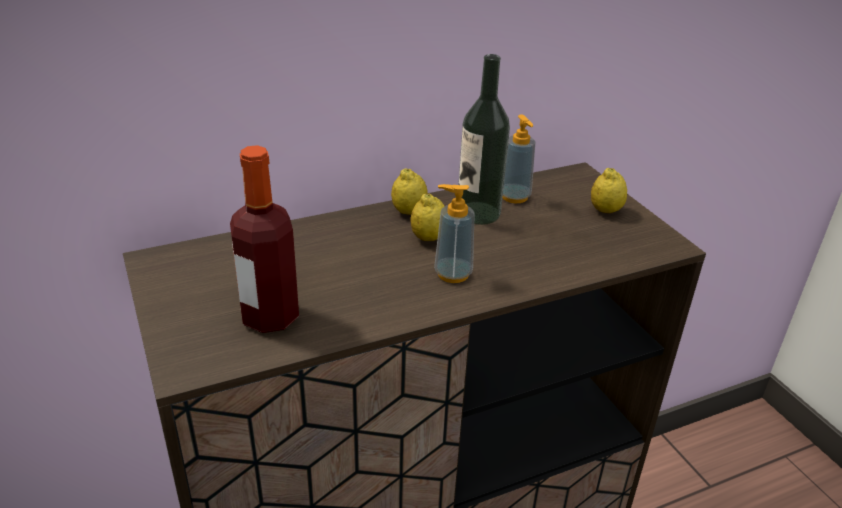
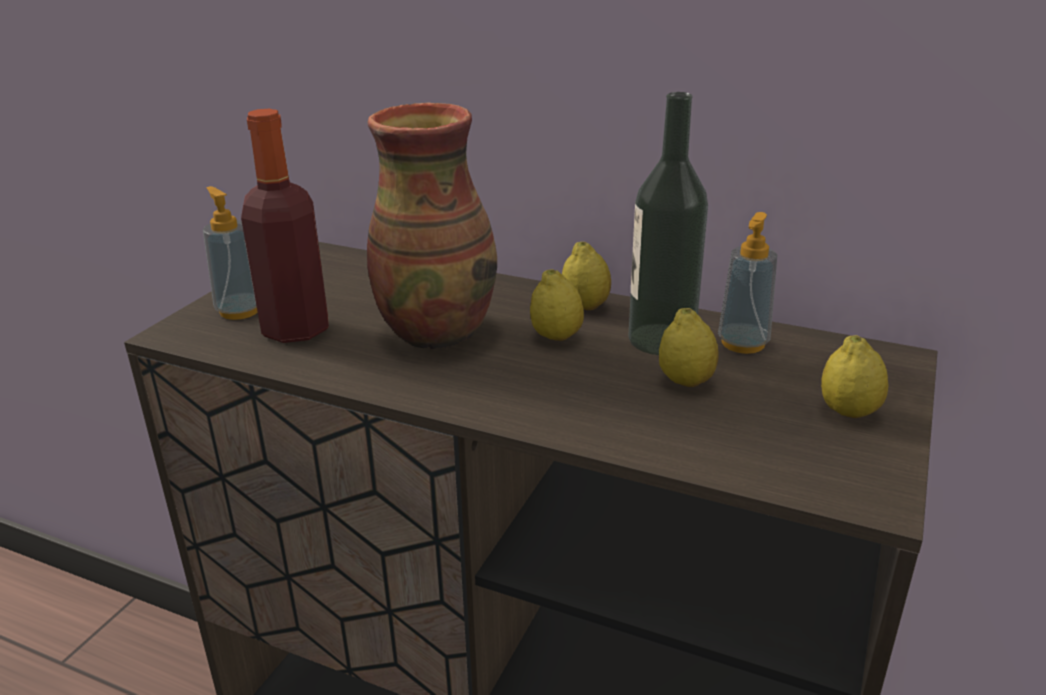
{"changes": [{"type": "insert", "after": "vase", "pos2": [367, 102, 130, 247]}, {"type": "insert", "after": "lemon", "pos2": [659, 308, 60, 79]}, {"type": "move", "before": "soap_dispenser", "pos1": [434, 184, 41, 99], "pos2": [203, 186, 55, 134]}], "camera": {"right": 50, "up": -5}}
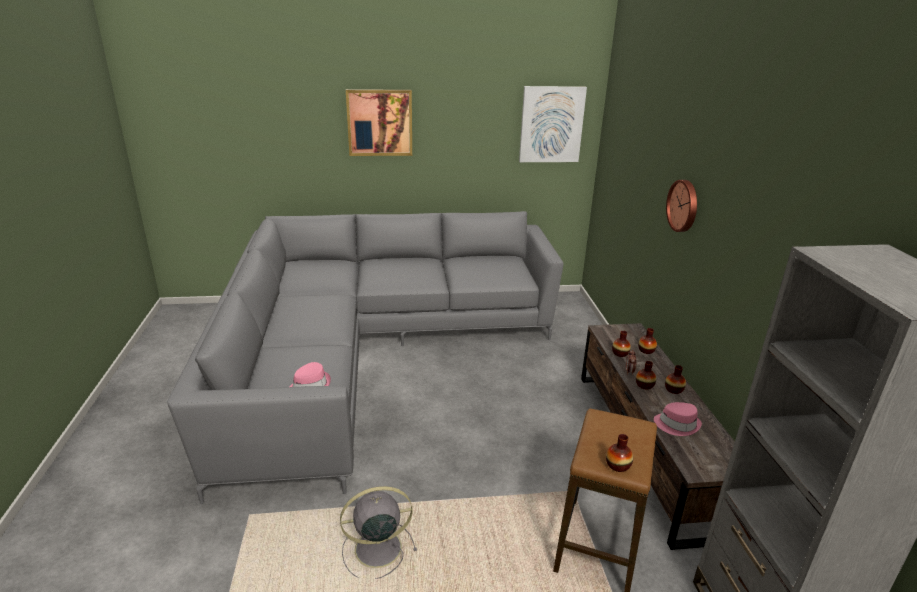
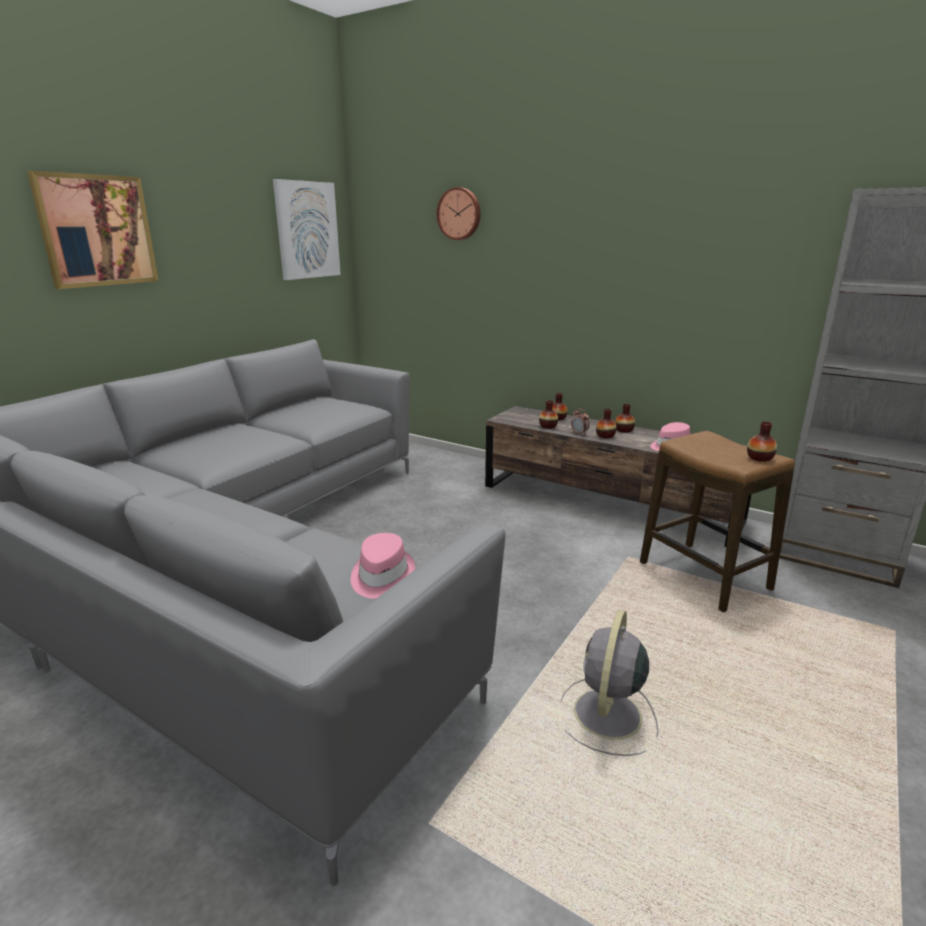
{"changes": [{"type": "move", "before": "wall_clock", "pos1": [666, 180, 31, 52], "pos2": [437, 187, 44, 53]}], "camera": {"right": -50, "up": -5}}
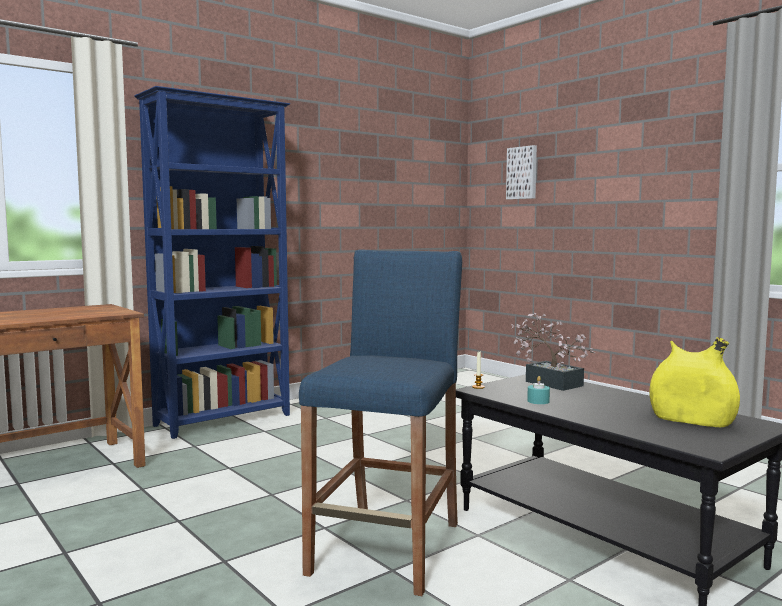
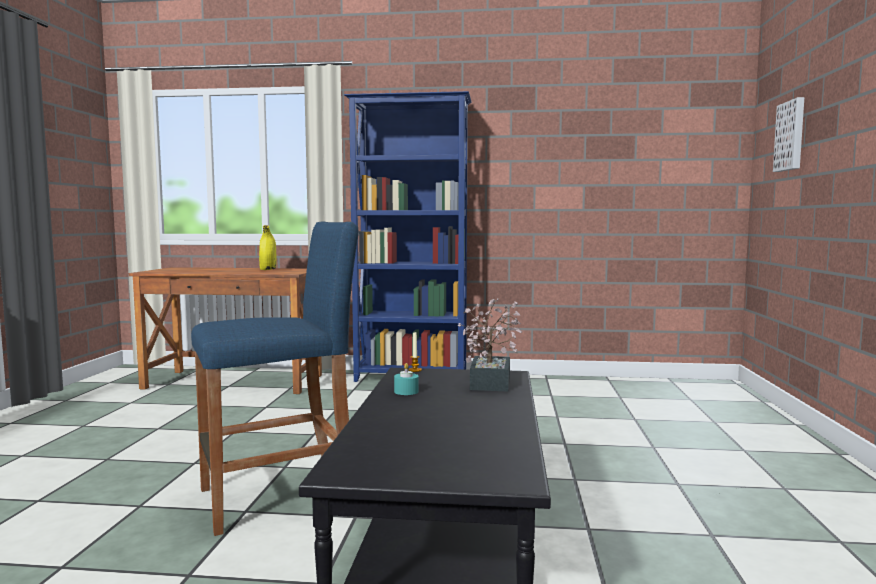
{"changes": [{"type": "move", "before": "yellow_vase", "pos1": [649, 337, 91, 90], "pos2": [259, 225, 17, 45]}], "camera": {"right": 45, "up": 0}}
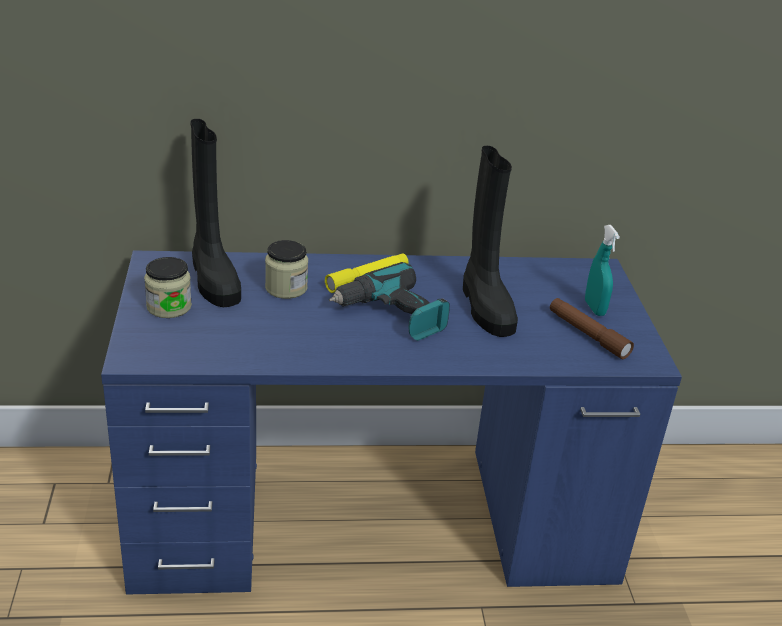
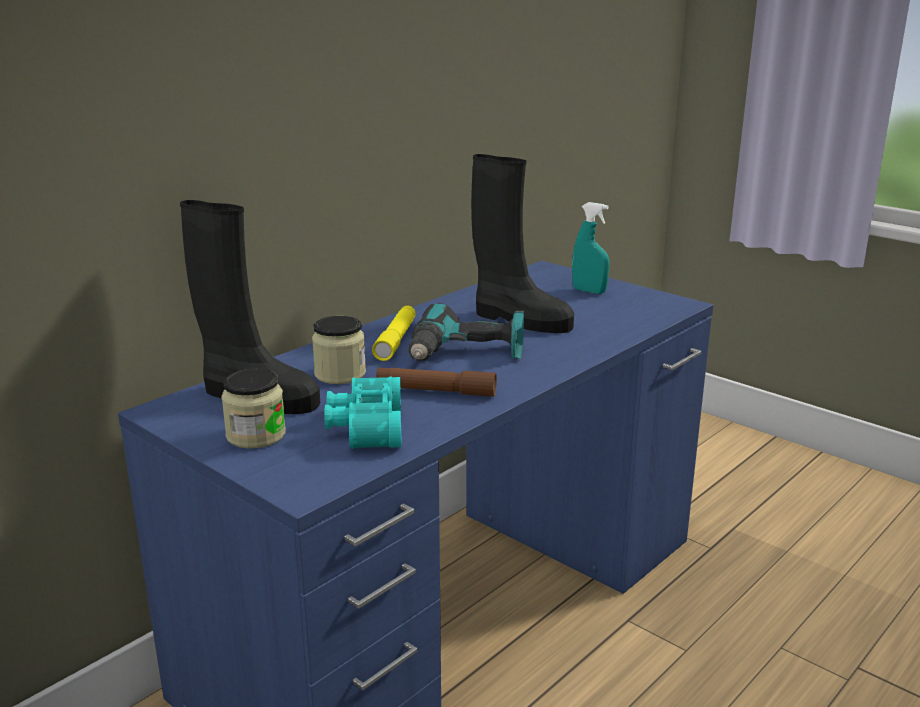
{"changes": [{"type": "insert", "after": "turquoise_binoculars", "pos2": [324, 376, 78, 73]}, {"type": "move", "before": "brown_flashlight", "pos1": [550, 298, 84, 61], "pos2": [376, 368, 121, 29]}], "camera": {"right": -40, "up": -10}}
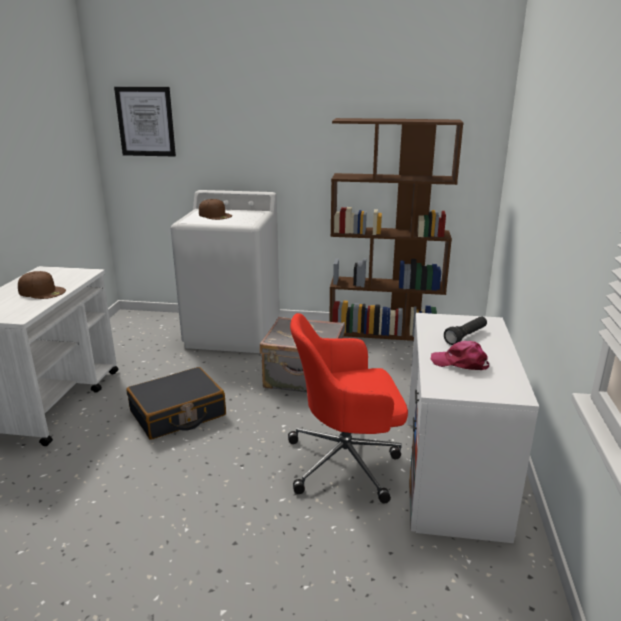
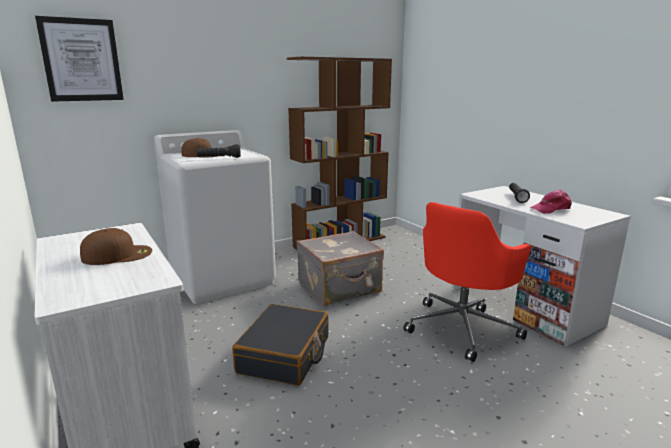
{"changes": [{"type": "insert", "after": "black_flashlight", "pos2": [197, 144, 44, 14]}], "camera": {"right": -40, "up": -5}}
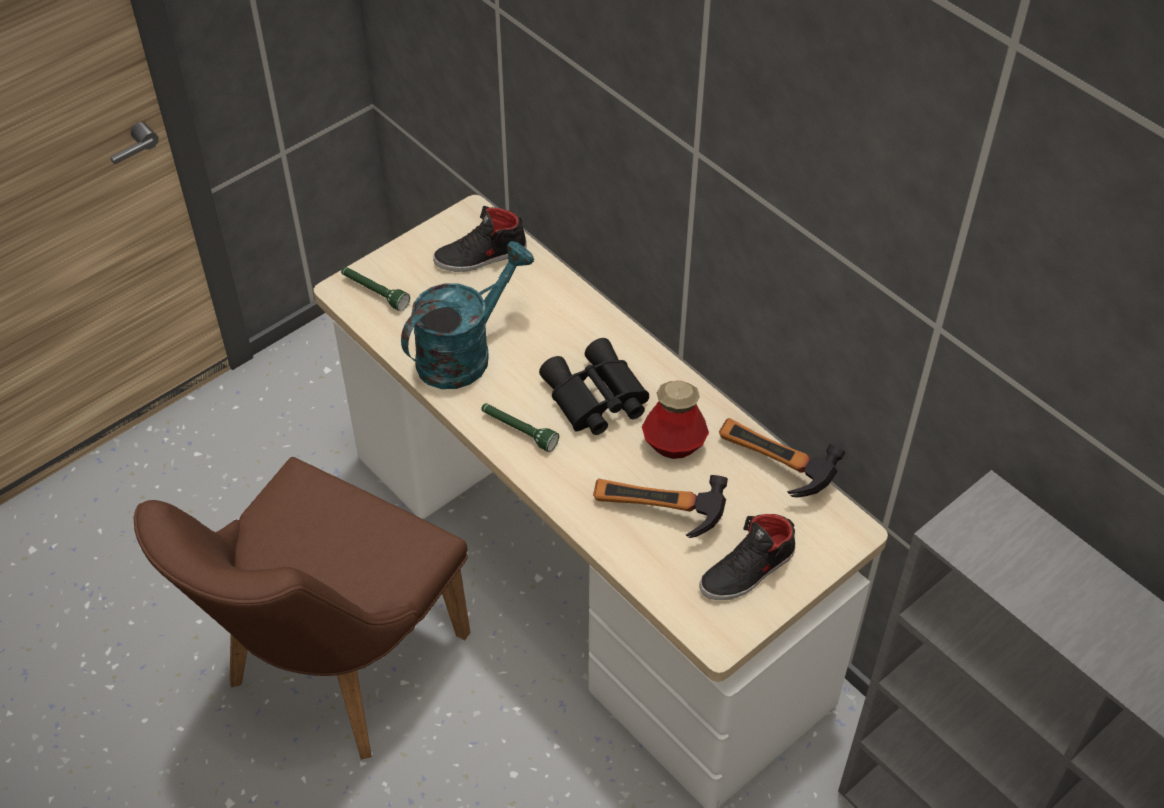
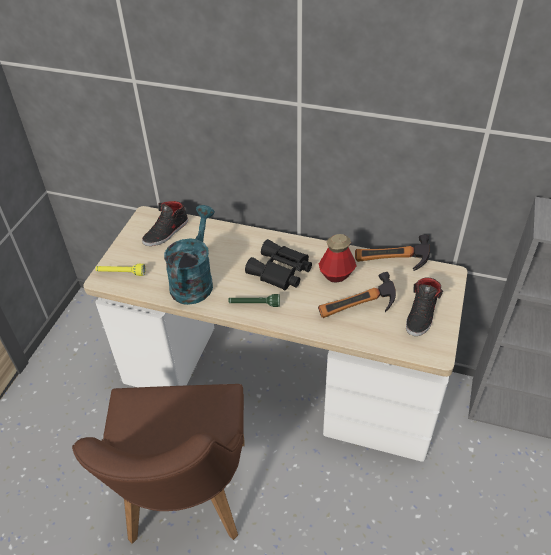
{"changes": [{"type": "recolor", "before": "green_flashlight", "after": "yellow_flashlight", "pos1": [341, 267, 69, 44], "pos2": [96, 264, 49, 12]}], "camera": {"right": -30, "up": -5}}
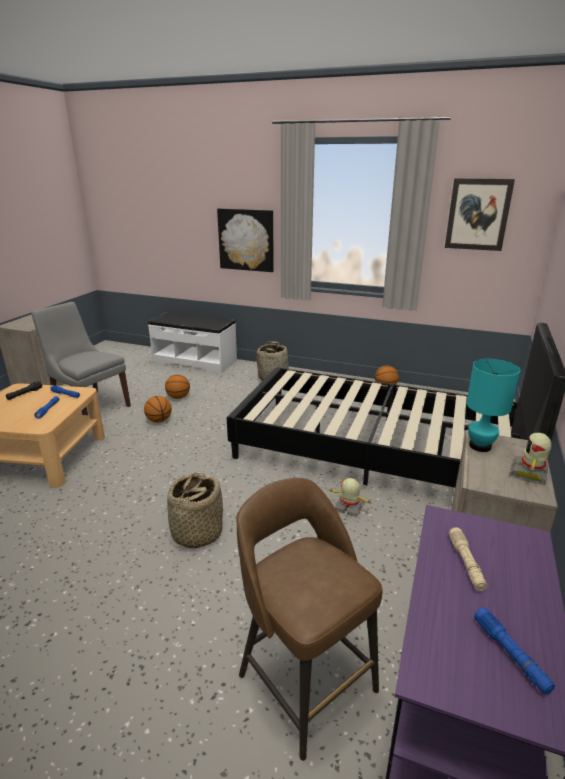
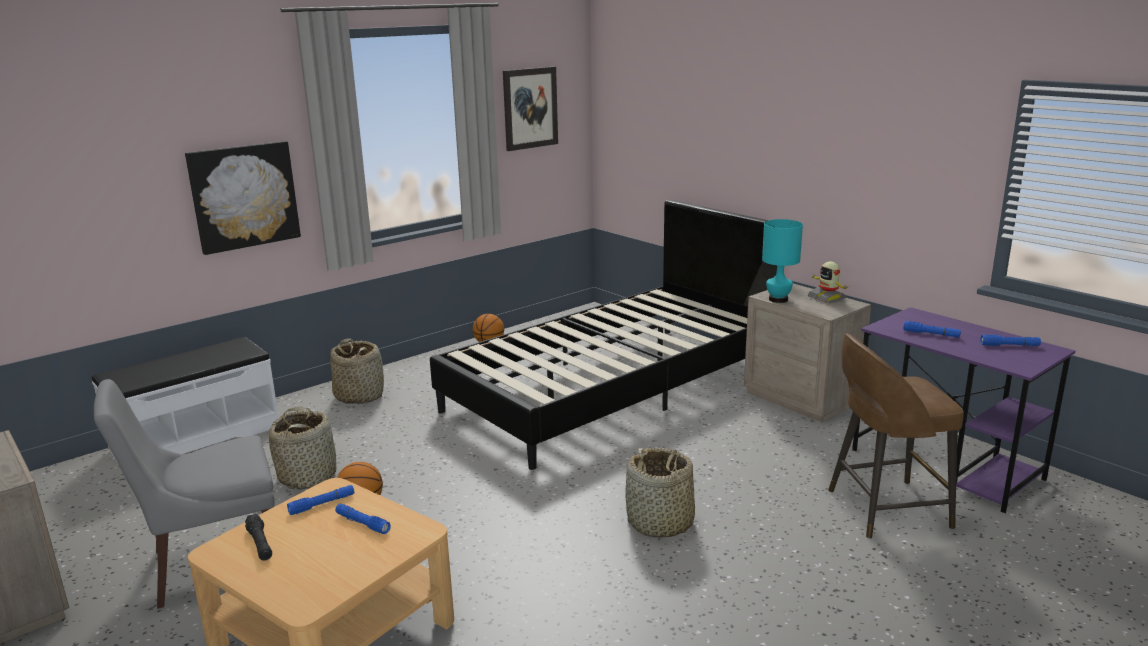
{"changes": [{"type": "delete", "before": "toy_robot", "pos1": [329, 478, 42, 39]}, {"type": "replace", "before": "basketball", "after": "basket", "pos1": [165, 374, 25, 25], "pos2": [269, 407, 68, 82]}, {"type": "recolor", "before": "beige_flashlight", "after": "blue_flashlight", "pos1": [449, 527, 38, 64], "pos2": [903, 321, 58, 17]}], "camera": {"right": -60, "up": -5}}
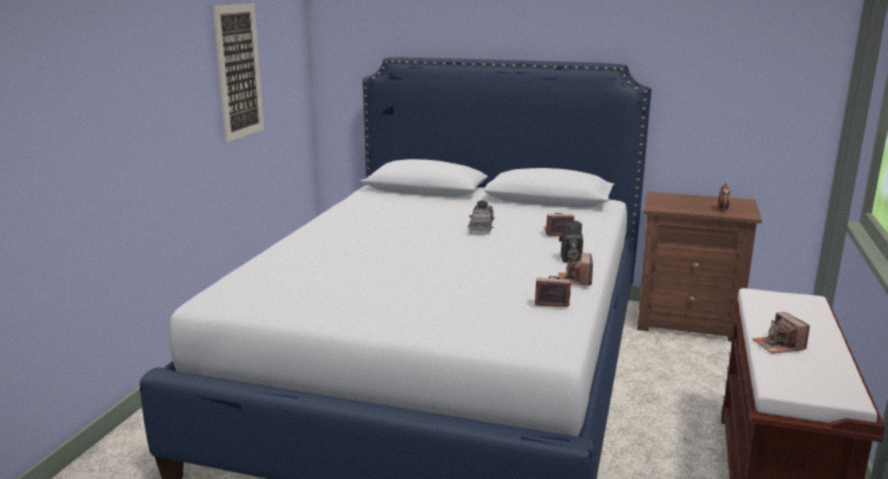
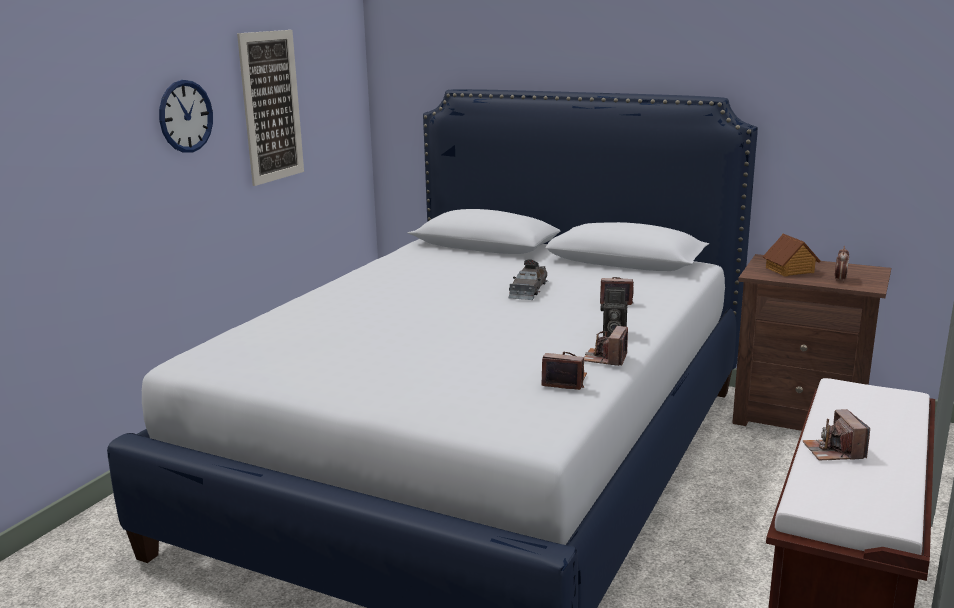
{"changes": [{"type": "insert", "after": "wall_clock", "pos2": [159, 80, 54, 73]}, {"type": "insert", "after": "toy_house", "pos2": [763, 234, 58, 43]}], "camera": {"right": 10, "up": 0}}
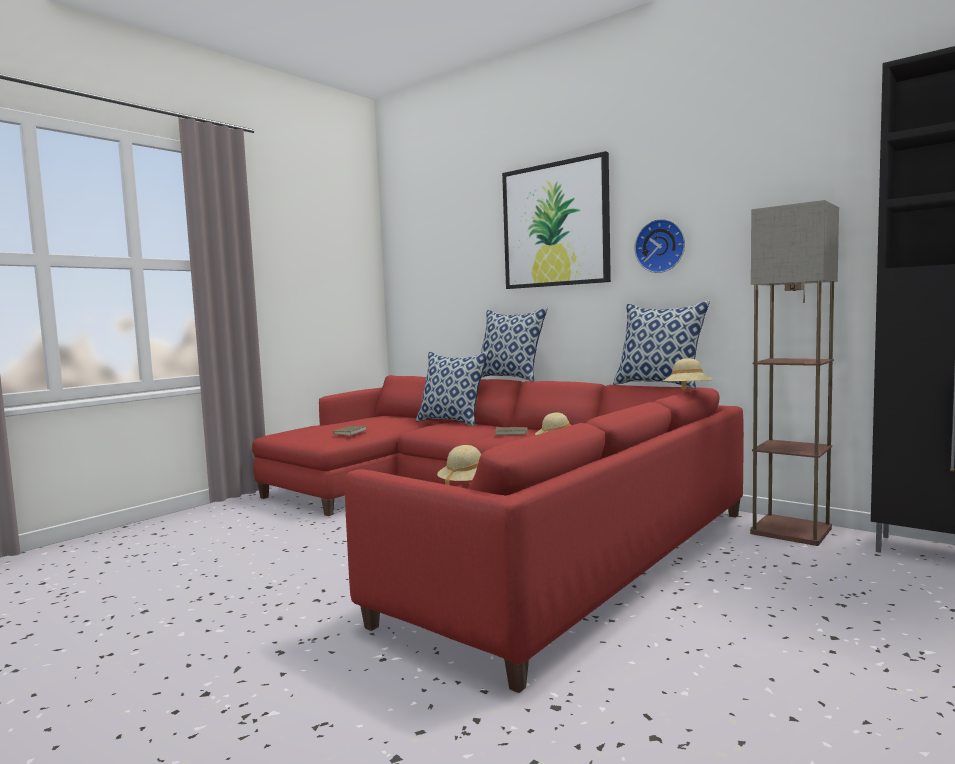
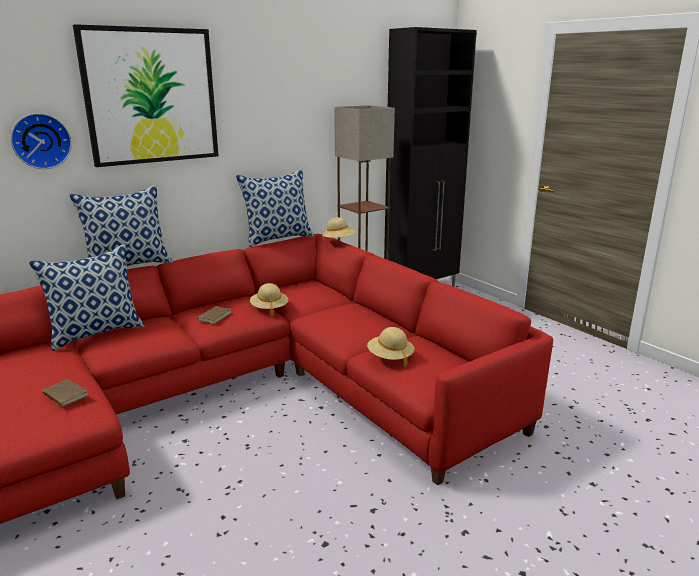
{"changes": [{"type": "move", "before": "wall_clock", "pos1": [635, 219, 50, 54], "pos2": [11, 113, 61, 56]}], "camera": {"right": -75, "up": 15}}
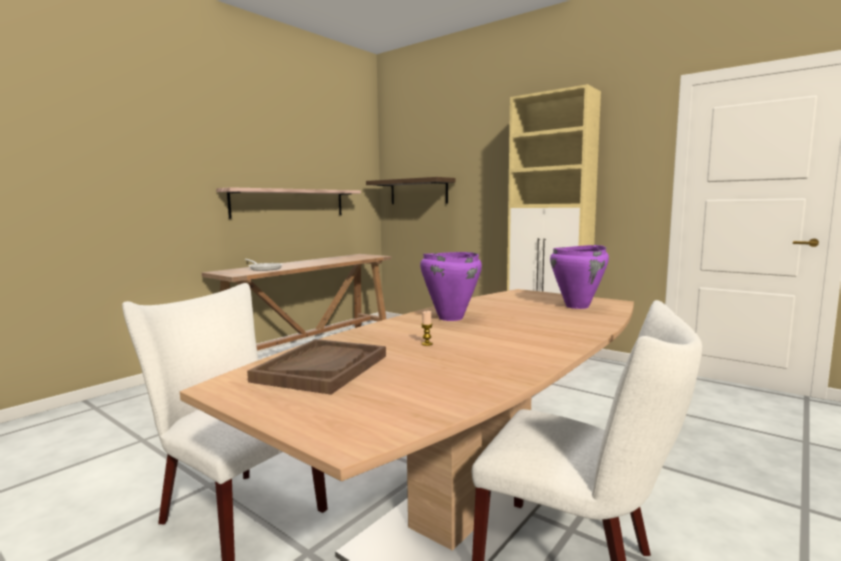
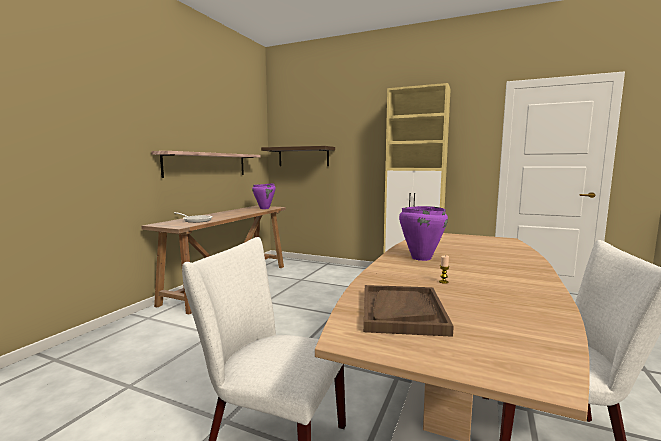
{"changes": [{"type": "move", "before": "purple_cooking_pot", "pos1": [550, 245, 59, 64], "pos2": [252, 183, 24, 26]}], "camera": {"right": -15, "up": 0}}
